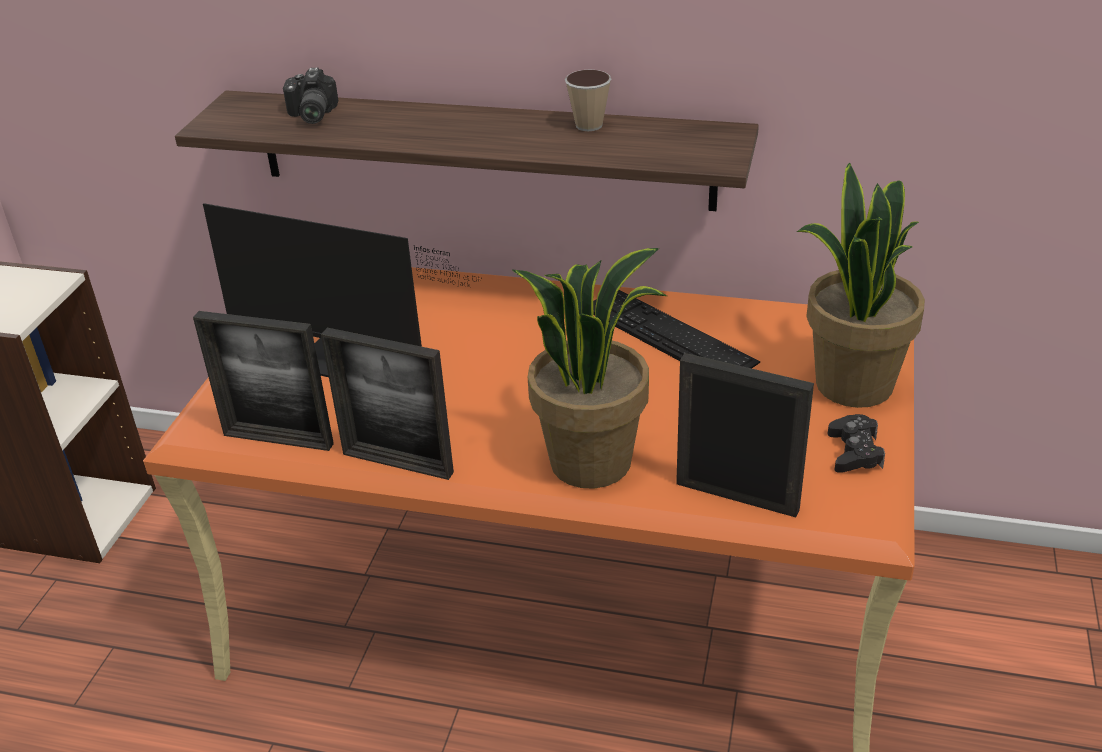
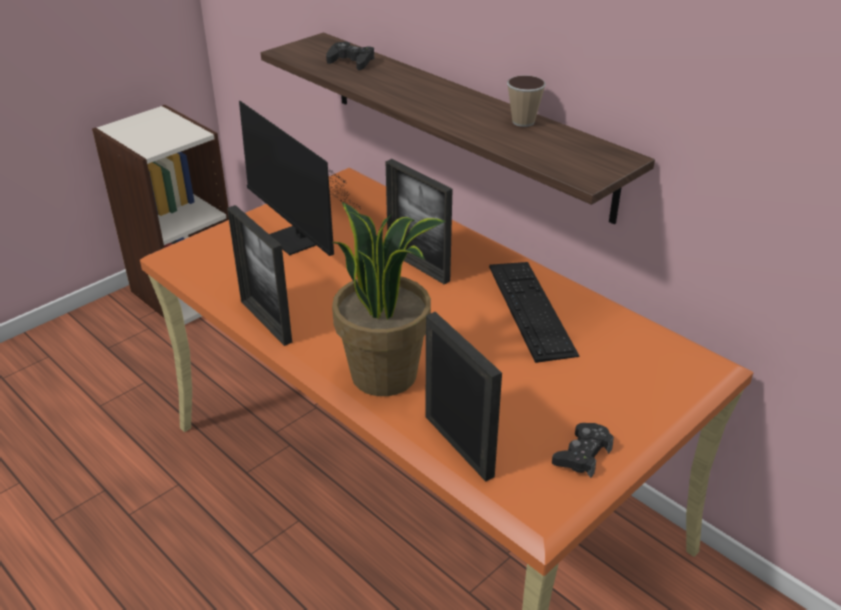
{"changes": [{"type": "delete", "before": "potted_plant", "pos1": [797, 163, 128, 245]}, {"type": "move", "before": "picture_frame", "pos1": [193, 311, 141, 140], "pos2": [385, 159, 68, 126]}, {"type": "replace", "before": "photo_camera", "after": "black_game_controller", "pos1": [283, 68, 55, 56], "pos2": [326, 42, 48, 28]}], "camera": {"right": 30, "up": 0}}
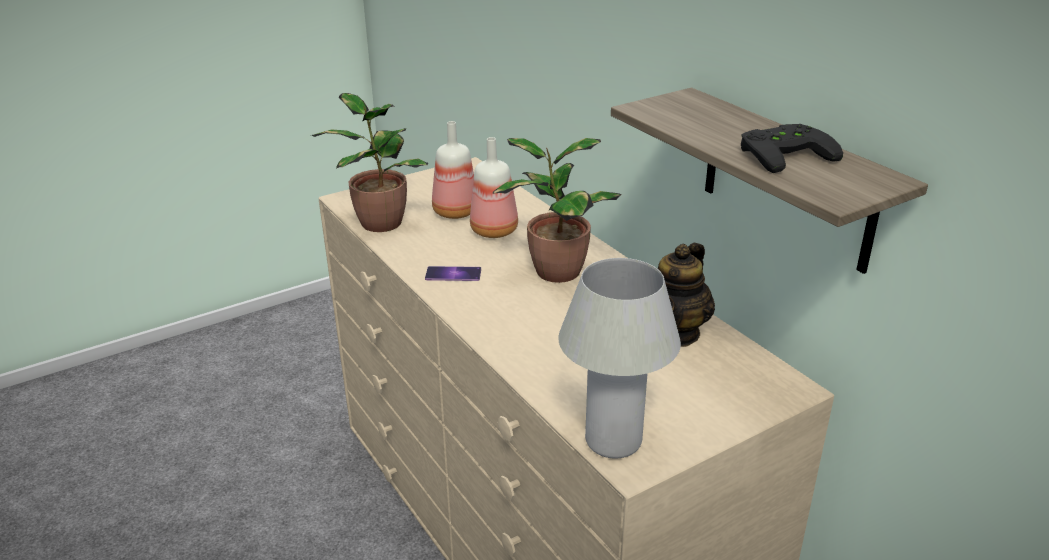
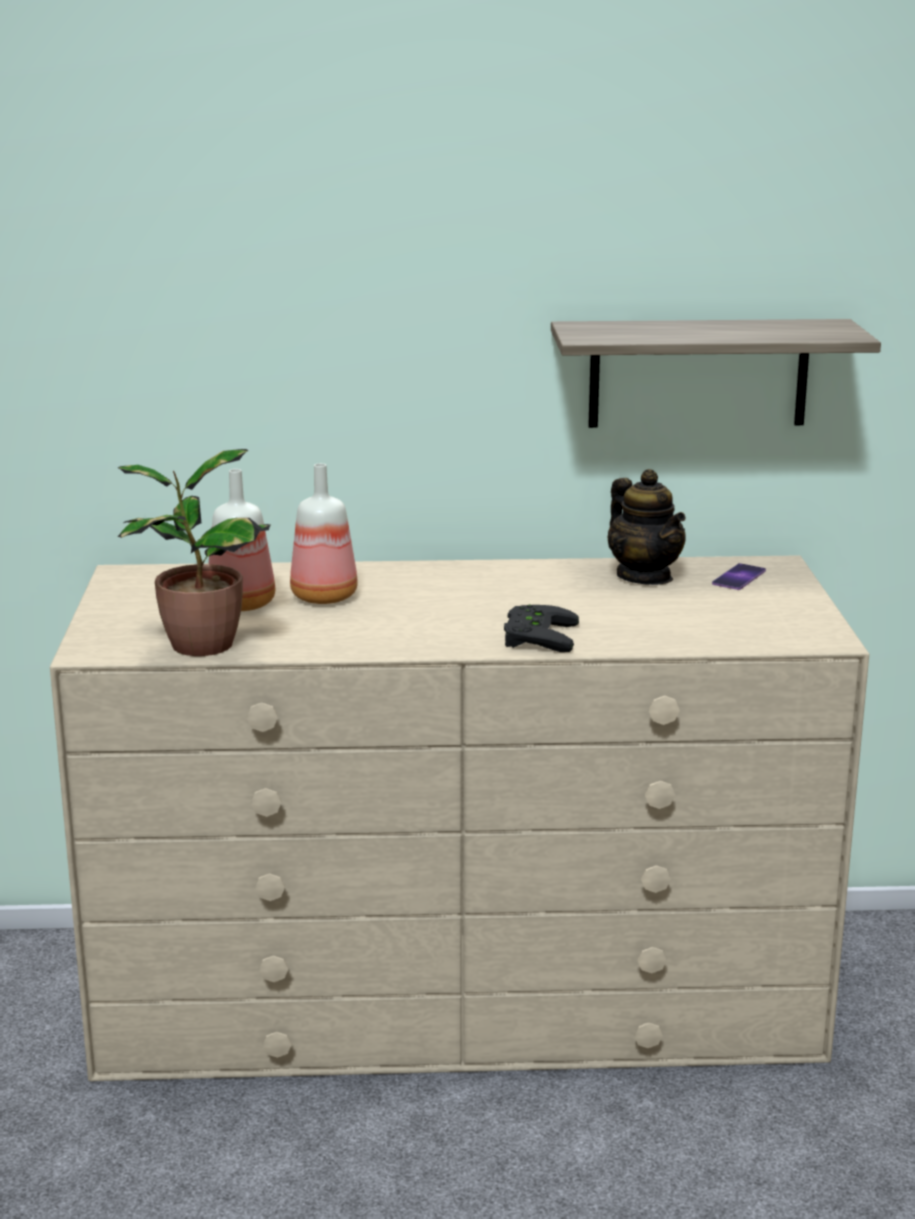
{"changes": [{"type": "delete", "before": "potted_plant", "pos1": [493, 138, 128, 145]}, {"type": "delete", "before": "white_table_lamp", "pos1": [558, 258, 123, 200]}, {"type": "move", "before": "phone", "pos1": [425, 266, 56, 15], "pos2": [712, 563, 54, 27]}, {"type": "move", "before": "black_game_controller", "pos1": [741, 124, 102, 49], "pos2": [504, 605, 75, 47]}], "camera": {"right": -60, "up": -10}}
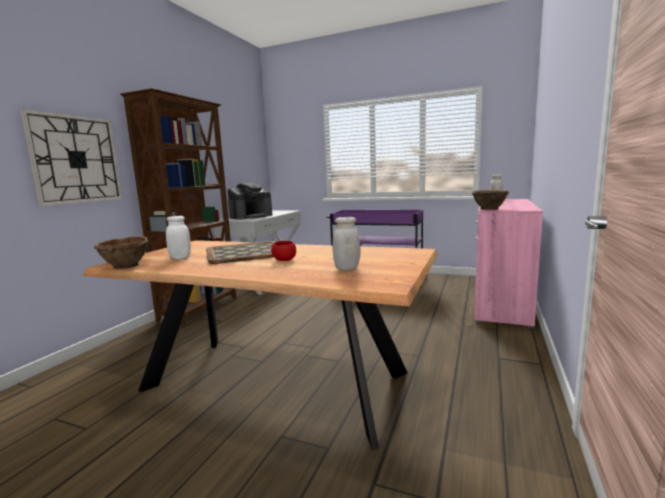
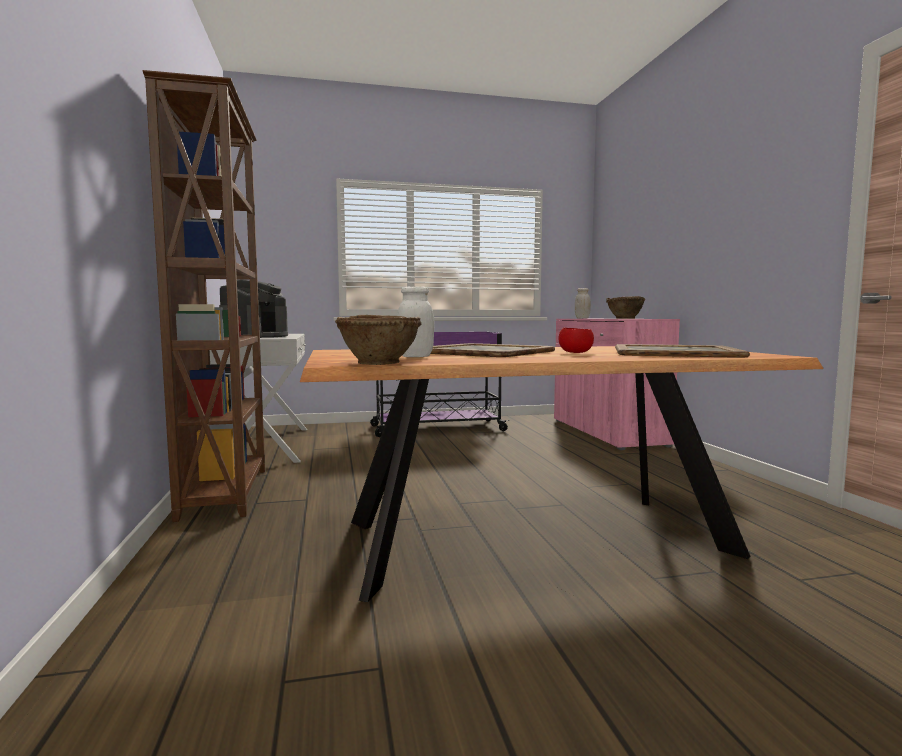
{"changes": [{"type": "delete", "before": "wall_clock", "pos1": [20, 109, 103, 97]}, {"type": "replace", "before": "white_jar", "after": "tray", "pos1": [332, 217, 28, 53], "pos2": [615, 344, 135, 14]}], "camera": {"right": -35, "up": -5}}
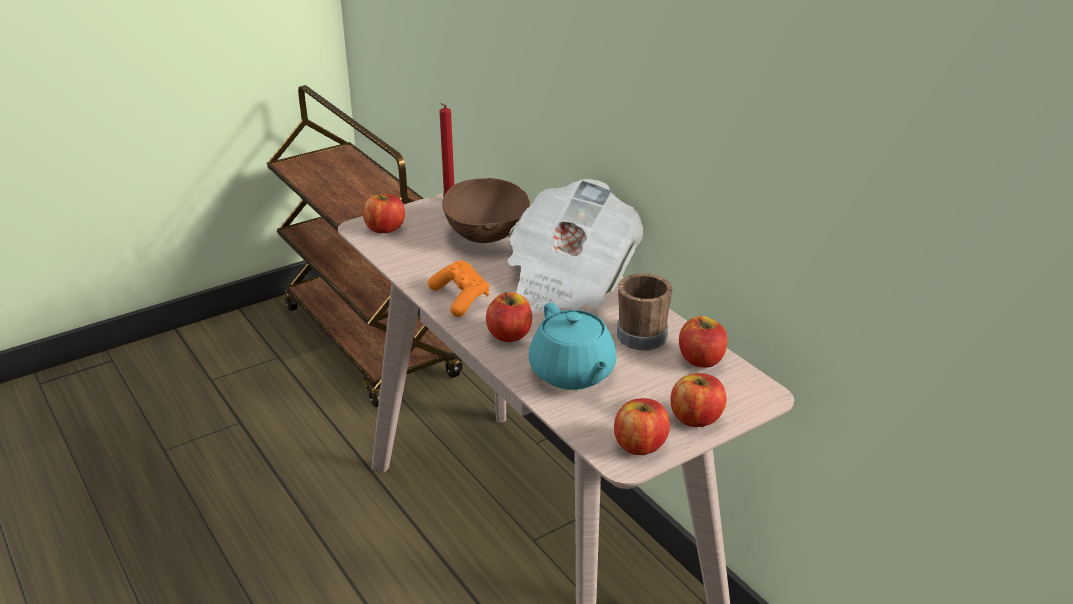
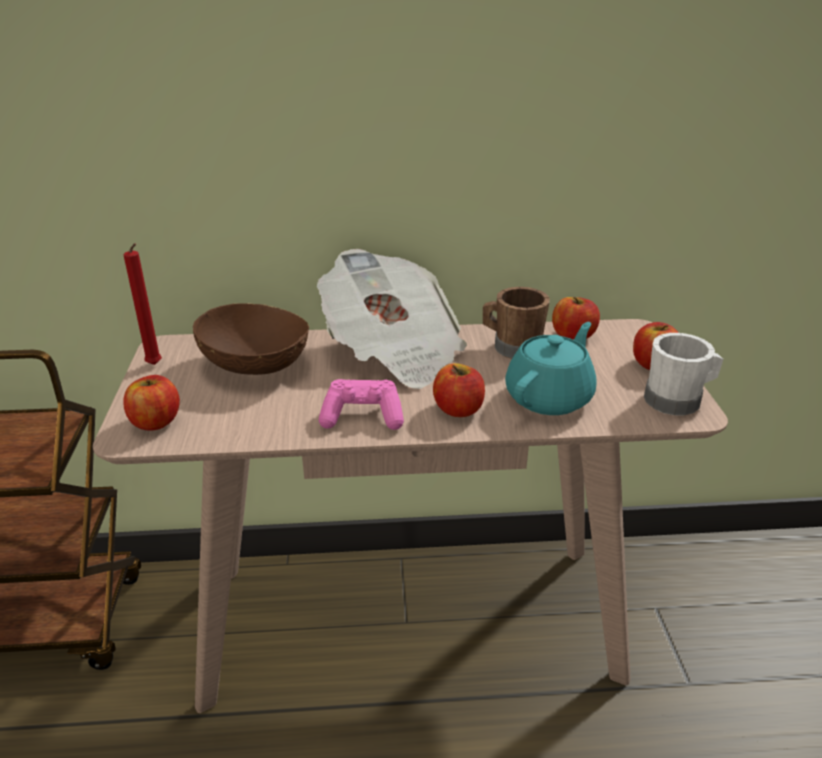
{"changes": [{"type": "replace", "before": "apple", "after": "white_mug", "pos1": [614, 398, 56, 57], "pos2": [644, 333, 79, 82]}, {"type": "recolor", "before": "orange_game_controller", "after": "pink_game_controller", "pos1": [428, 261, 61, 56], "pos2": [319, 379, 85, 51]}, {"type": "rotate", "before": "turquoise_teapot", "pos1": [529, 303, 88, 87], "pos2": [505, 322, 92, 93], "turn": -60}], "camera": {"right": -60, "up": 0}}
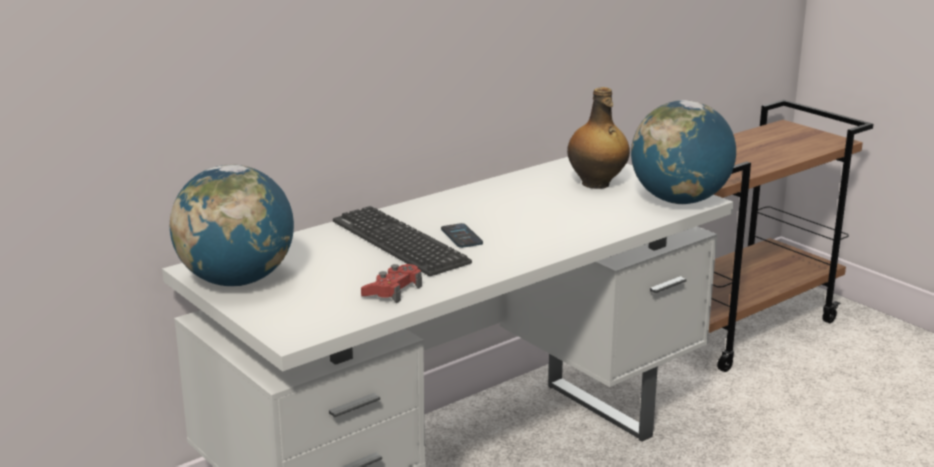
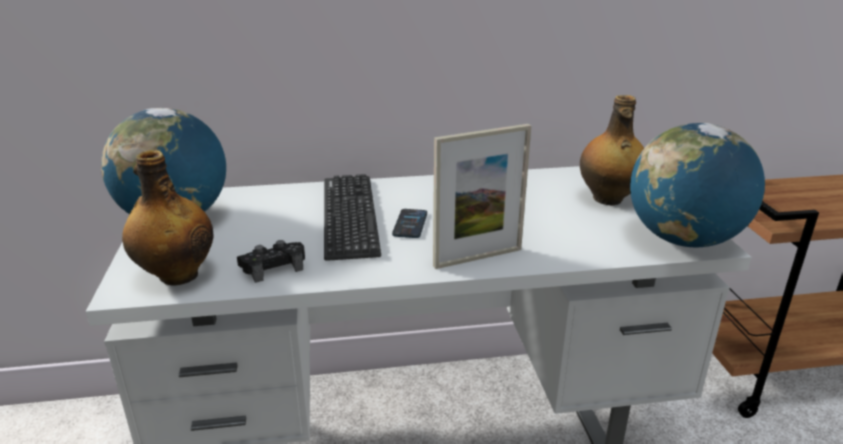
{"changes": [{"type": "insert", "after": "bottle", "pos2": [122, 150, 92, 136]}, {"type": "insert", "after": "picture_frame", "pos2": [433, 124, 98, 145]}, {"type": "recolor", "before": "red_game_controller", "after": "black_game_controller", "pos1": [361, 264, 61, 39], "pos2": [237, 240, 68, 43]}], "camera": {"right": 30, "up": 5}}
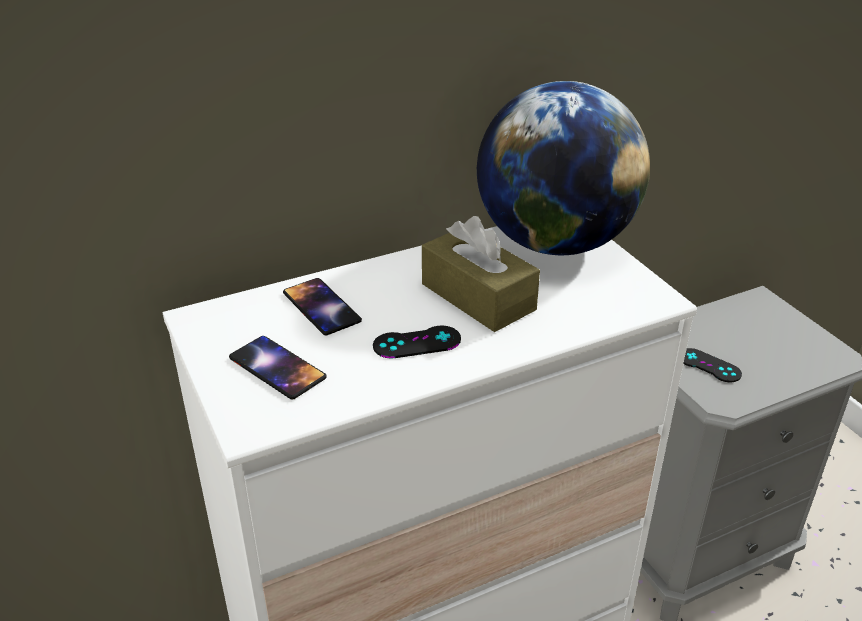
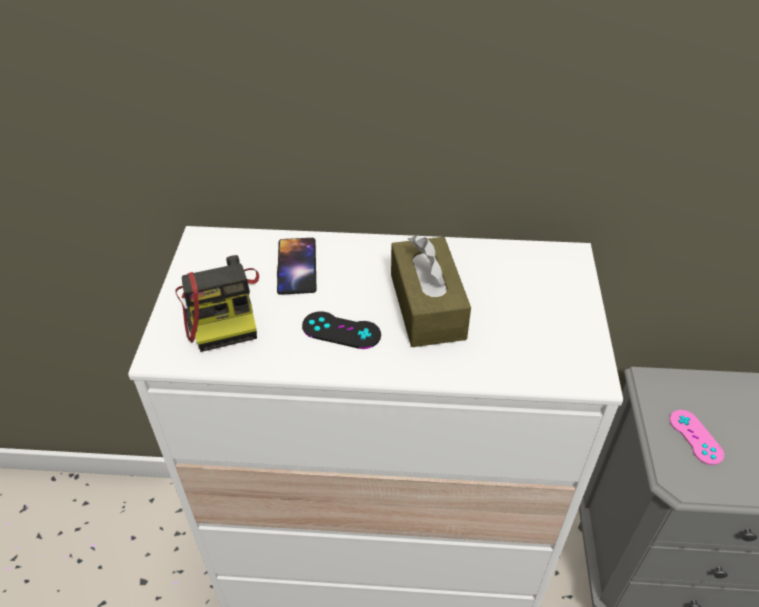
{"changes": [{"type": "delete", "before": "globe", "pos1": [477, 81, 173, 174]}, {"type": "replace", "before": "phone", "after": "photo_camera", "pos1": [229, 336, 98, 63], "pos2": [175, 255, 84, 97]}, {"type": "recolor", "before": "black_game_controller", "after": "pink_game_controller", "pos1": [683, 348, 59, 34], "pos2": [670, 410, 54, 55]}], "camera": {"right": 30, "up": 10}}
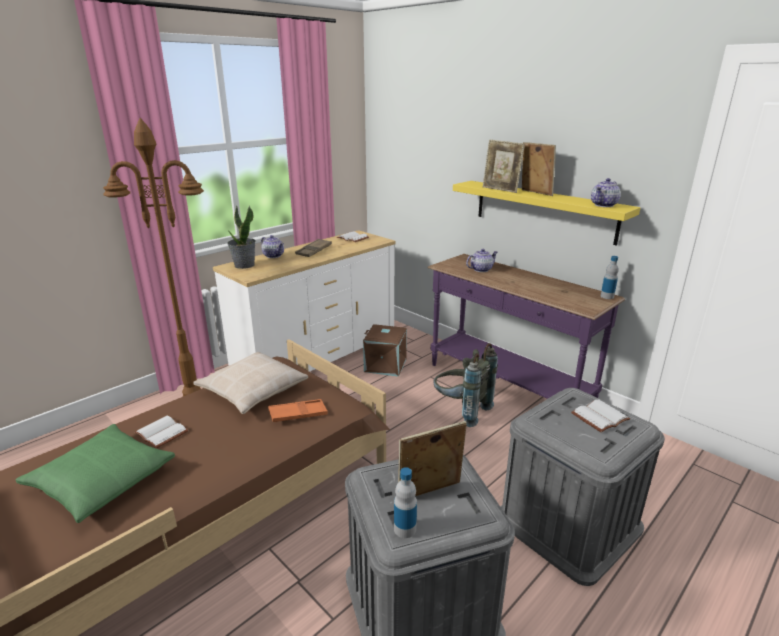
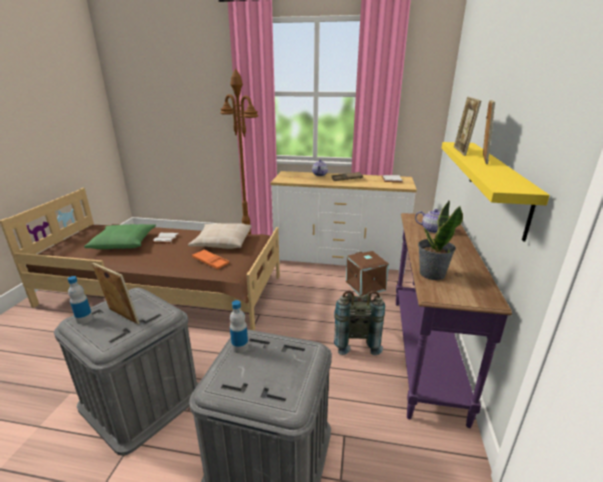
{"changes": [{"type": "delete", "before": "white_book", "pos1": [571, 399, 59, 33]}, {"type": "delete", "before": "teapot", "pos1": [591, 178, 30, 29]}, {"type": "move", "before": "potted_plant", "pos1": [227, 205, 29, 64], "pos2": [418, 201, 45, 79]}, {"type": "move", "before": "bottle", "pos1": [601, 256, 18, 43], "pos2": [230, 300, 18, 53]}], "camera": {"right": 55, "up": 0}}
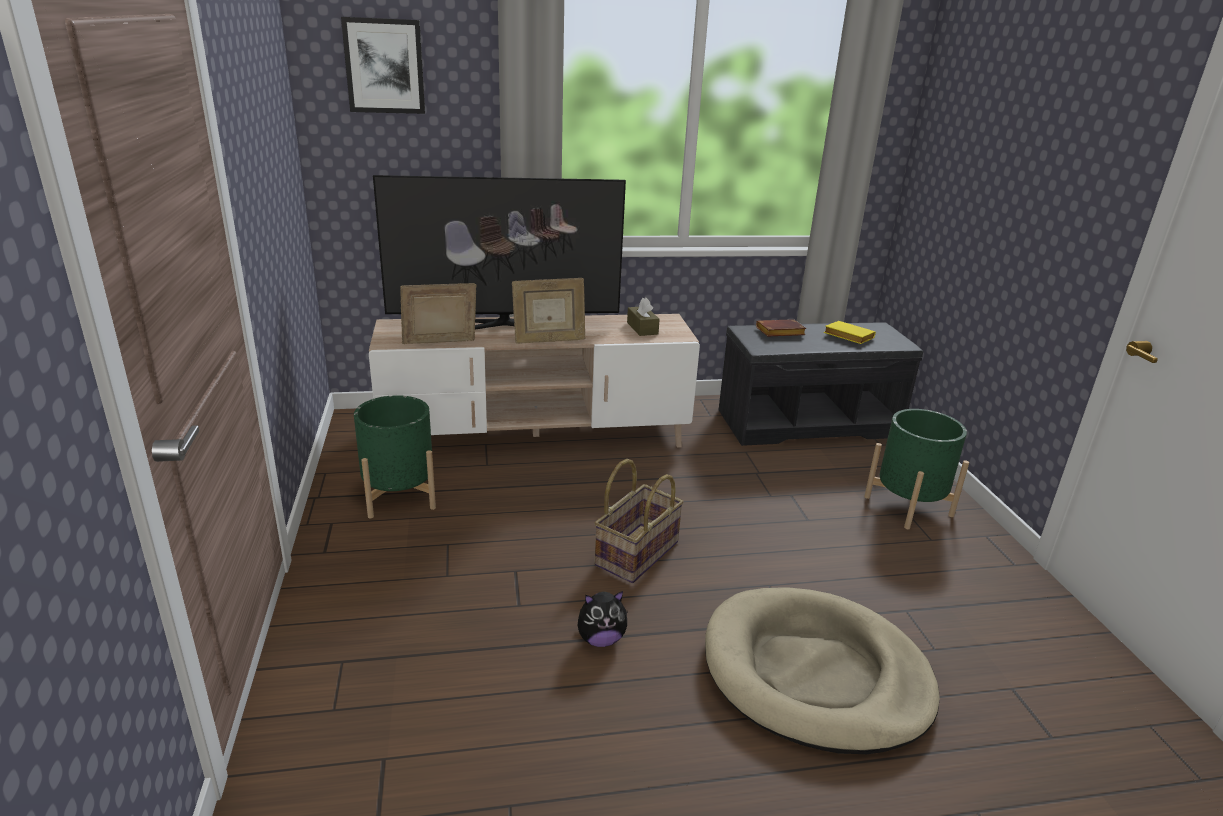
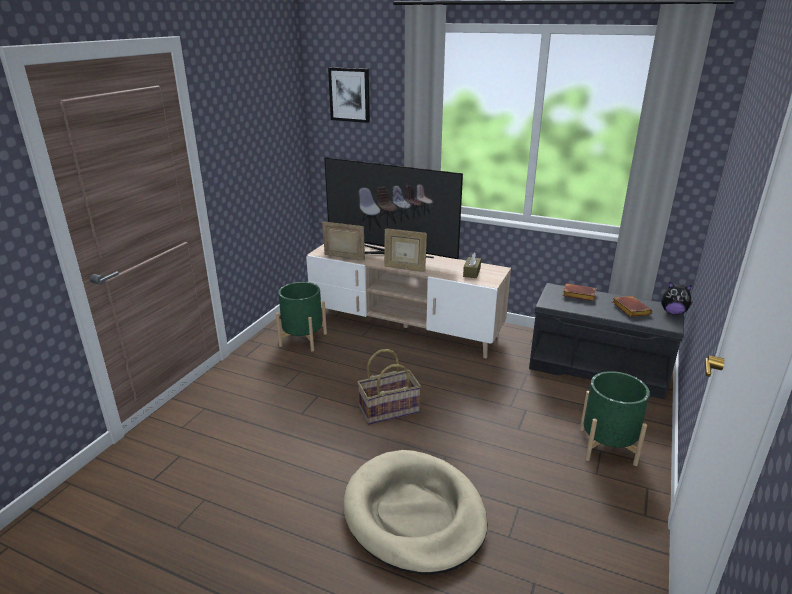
{"changes": [{"type": "move", "before": "plush_toy", "pos1": [578, 591, 50, 56], "pos2": [662, 282, 30, 33]}, {"type": "recolor", "before": "yellow_book", "after": "brown_book", "pos1": [824, 321, 52, 23], "pos2": [612, 296, 40, 21]}], "camera": {"right": 35, "up": 0}}
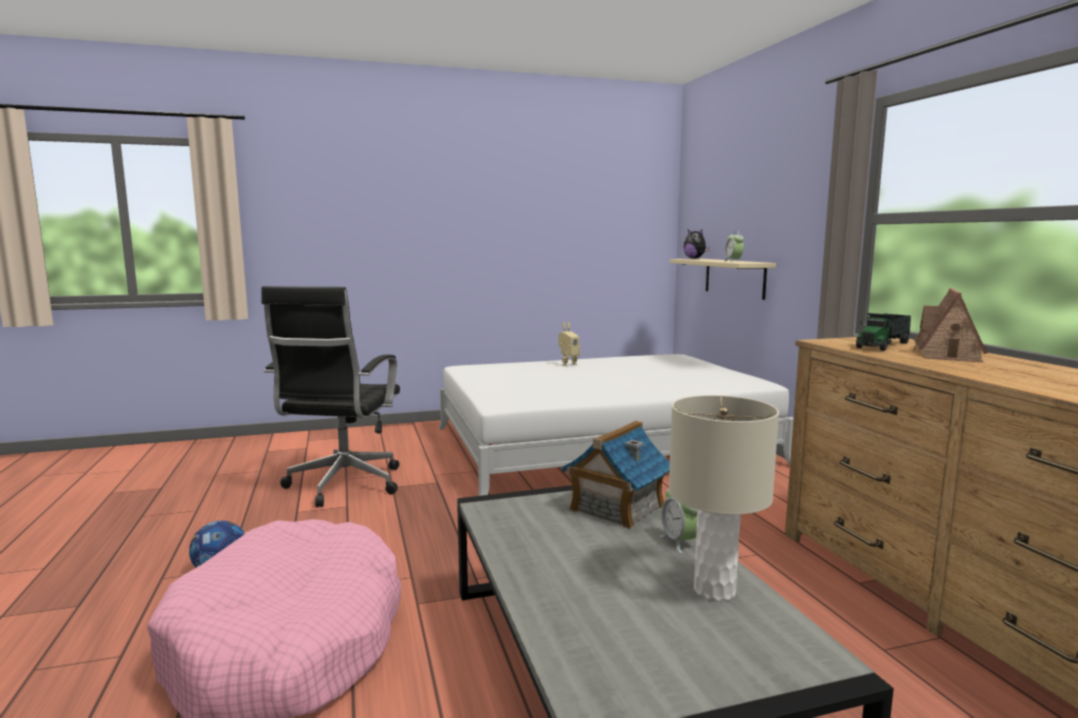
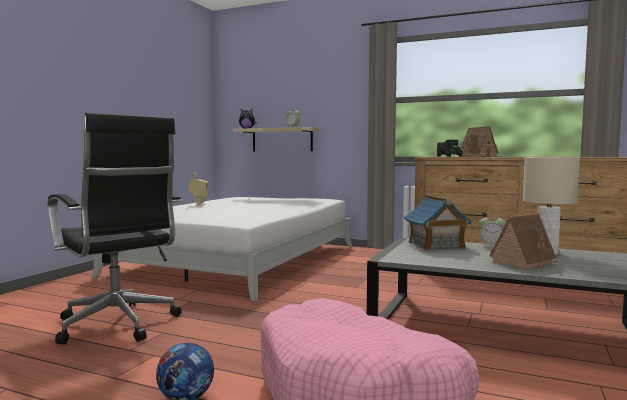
{"changes": [{"type": "insert", "after": "toy_house", "pos2": [490, 213, 69, 56]}], "camera": {"right": -50, "up": -5}}
